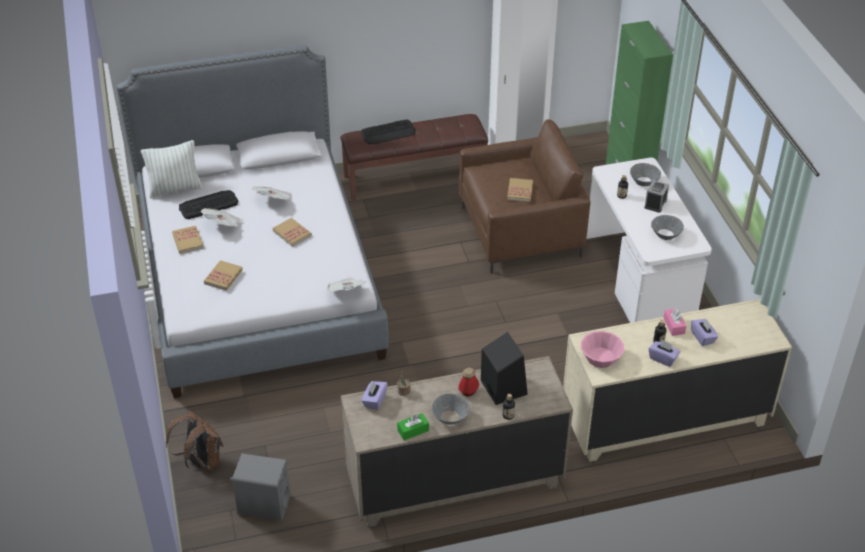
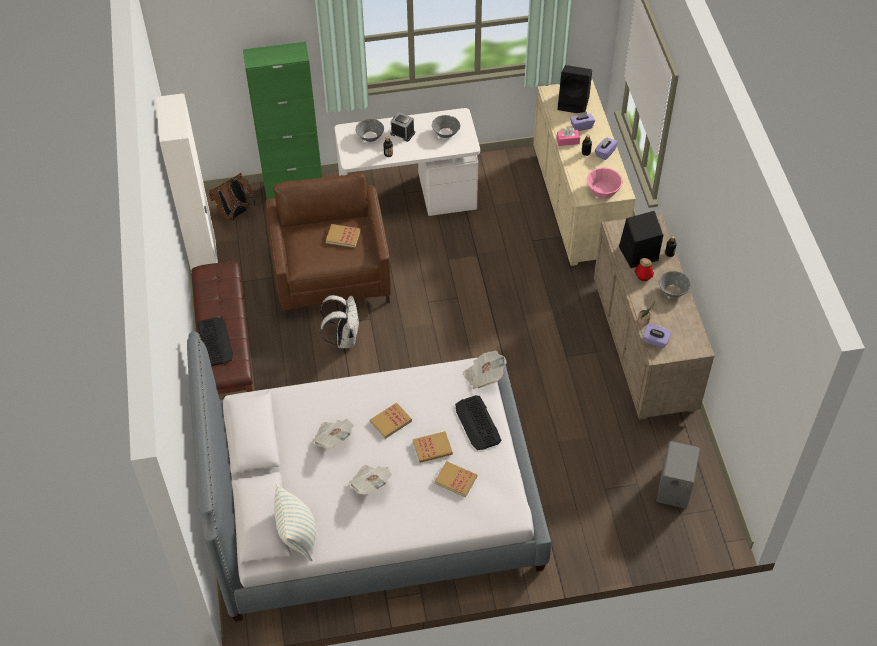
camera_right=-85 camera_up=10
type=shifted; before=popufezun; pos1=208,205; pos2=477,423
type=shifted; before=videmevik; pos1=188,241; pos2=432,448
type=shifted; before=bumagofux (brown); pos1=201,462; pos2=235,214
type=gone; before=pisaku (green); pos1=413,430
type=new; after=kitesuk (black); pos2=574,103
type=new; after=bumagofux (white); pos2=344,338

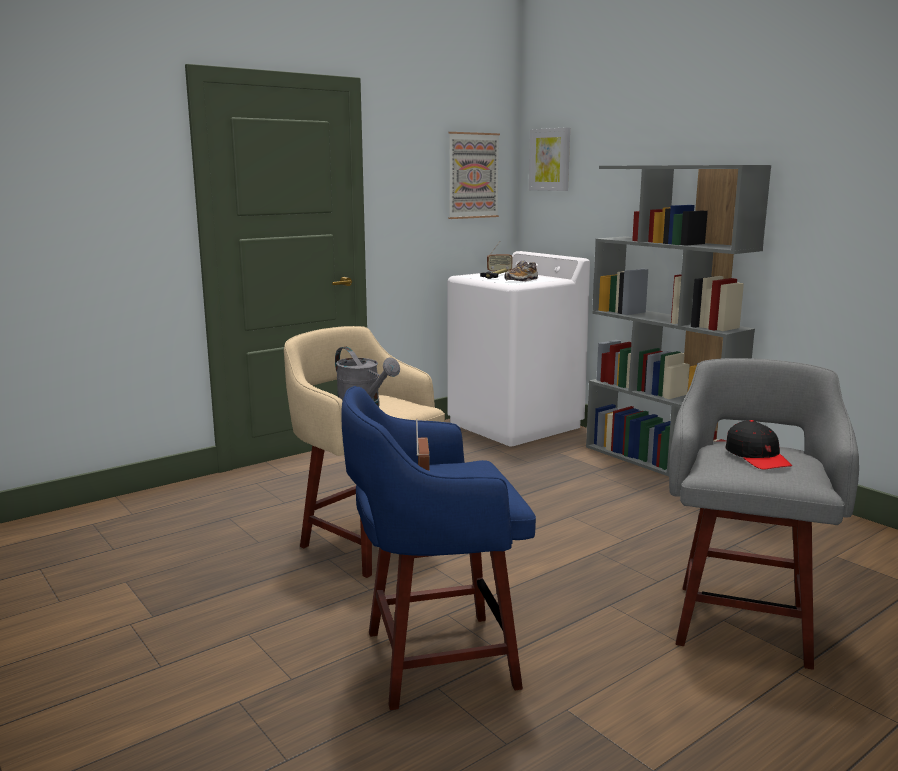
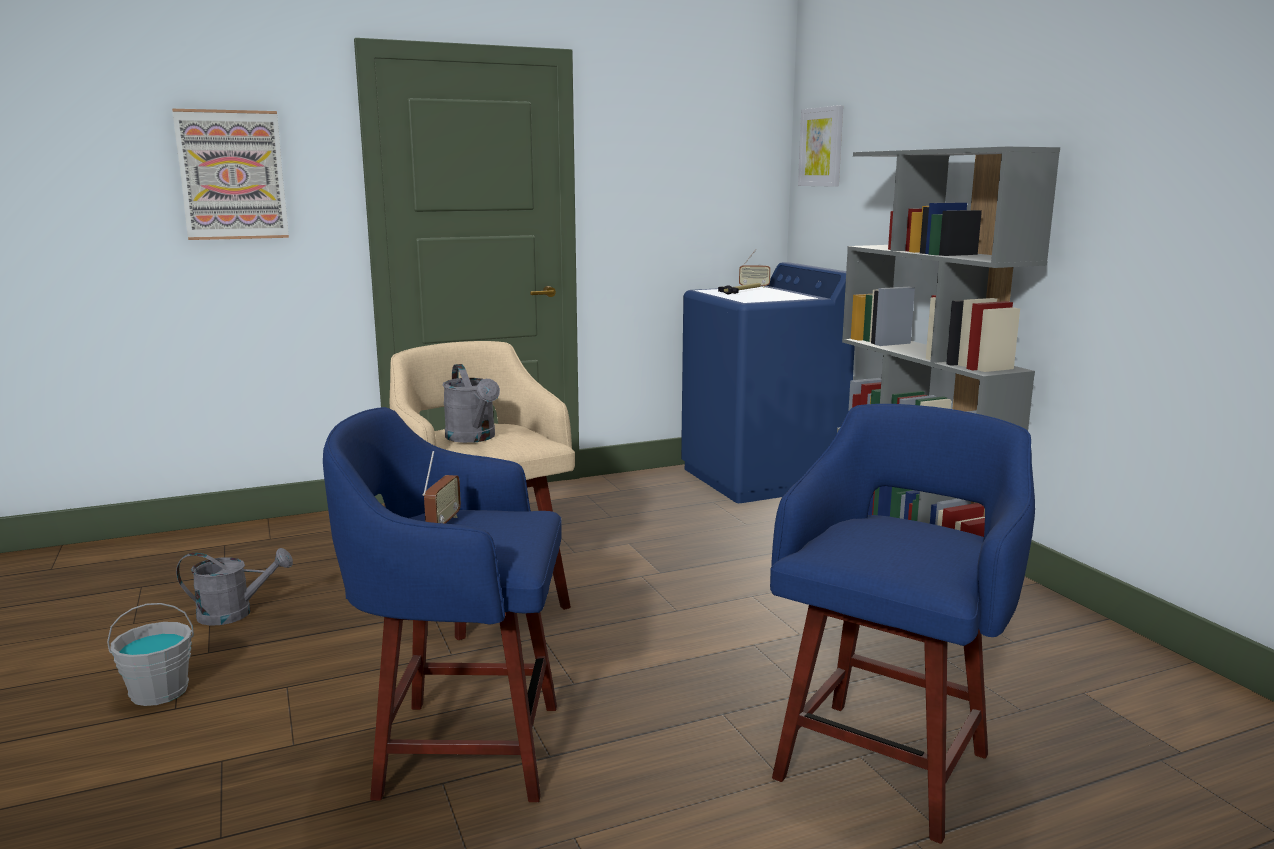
camera_right=15 camera_up=0
type=shifted; before=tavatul; pos1=473,175; pos2=232,175
type=repainted; before=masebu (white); after=masebu (blue); pos1=515,425; pos2=761,478
type=gone; before=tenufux; pos1=521,280
type=repainted; before=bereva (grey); after=bereva (blue); pos1=742,621; pos2=885,761
type=gone; before=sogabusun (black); pos1=757,457
type=new; after=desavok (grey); pos2=235,613
type=new; after=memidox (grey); pos2=159,691

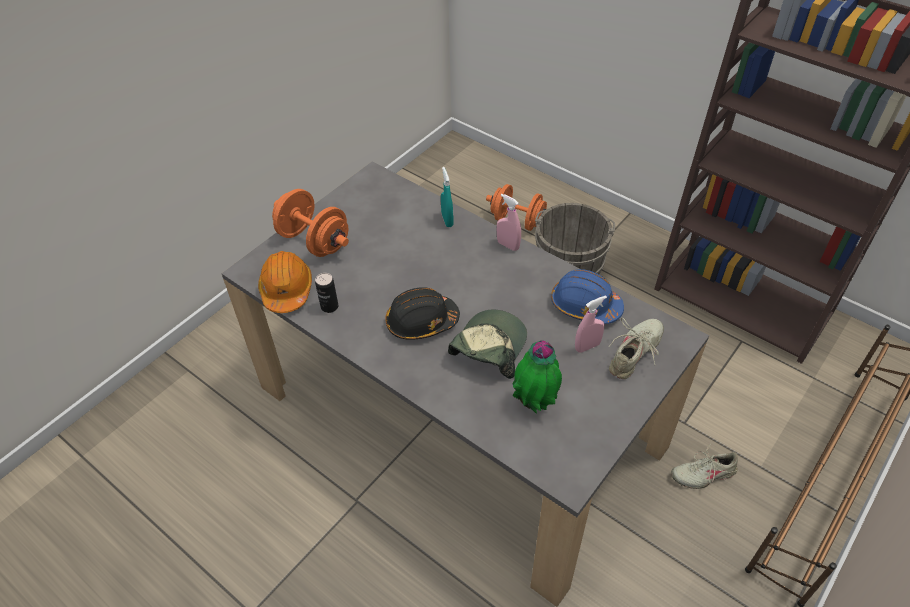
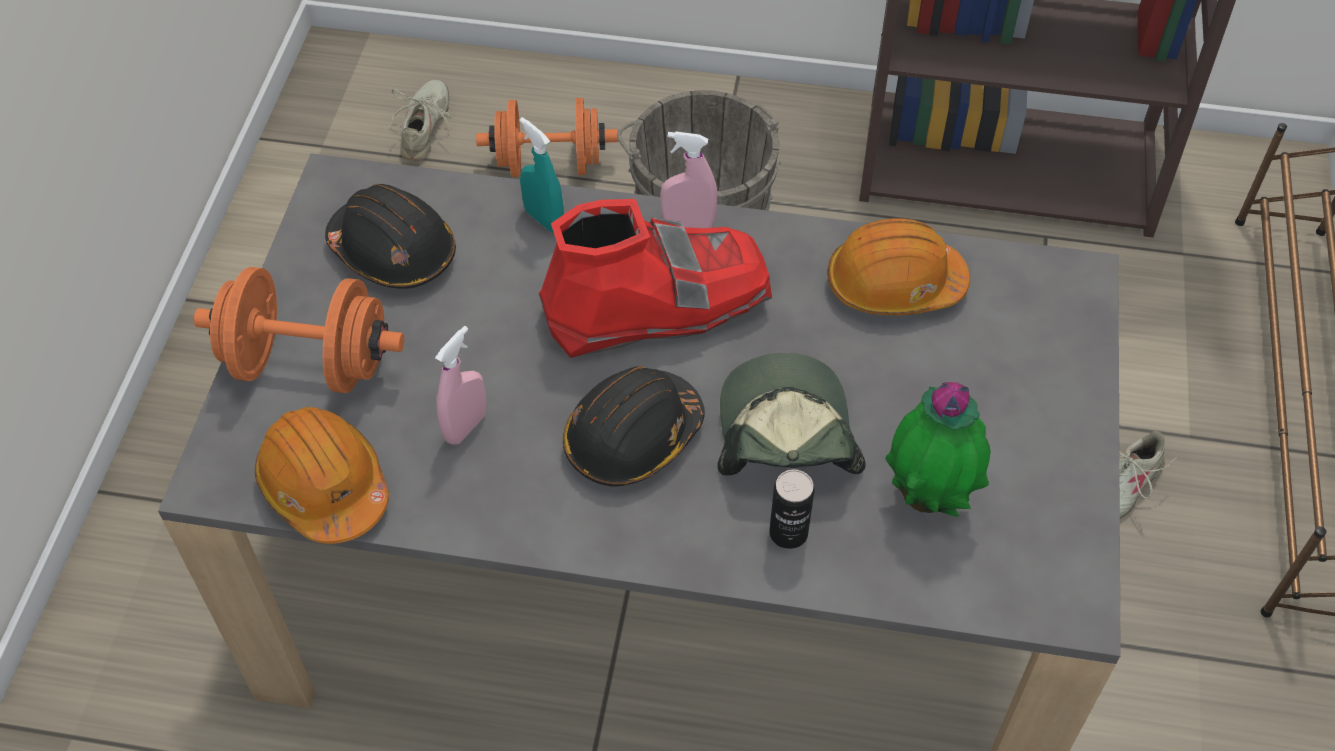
camera_right=-30 camera_up=5
type=repainted; before=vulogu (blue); after=vulogu (orange); pos1=585,306; pos2=894,285
type=shifted; before=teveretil; pos1=329,306; pos2=788,533
type=shifted; before=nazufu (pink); pos1=587,346; pos2=466,427
type=shifted; before=tenufux (beige); pos1=635,353; pos2=425,128
type=new; after=vulogu (black); pos2=393,252
type=new; after=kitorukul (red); pos2=657,304

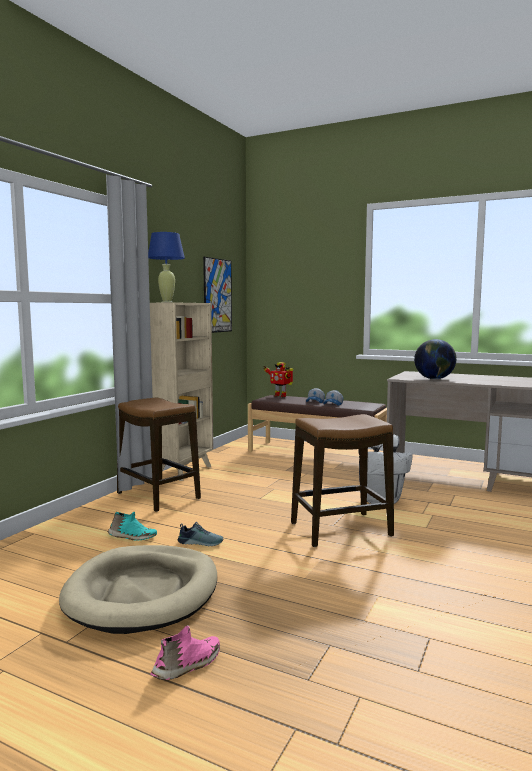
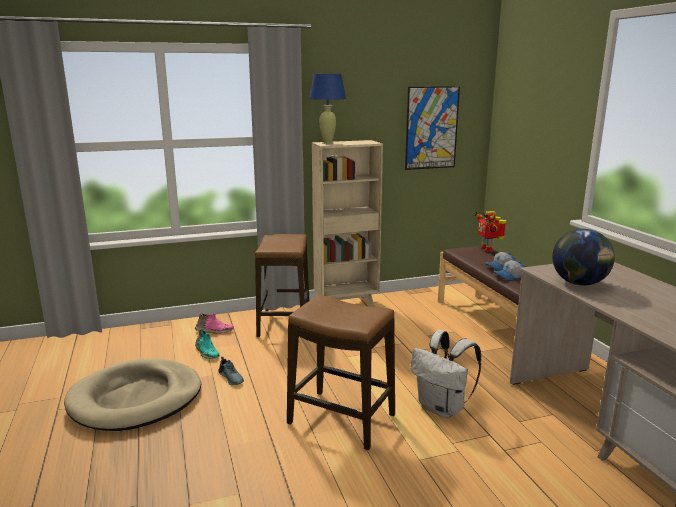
camera_right=45 camera_up=10
type=shifted; before=tenufux (pink); pos1=188,665; pos2=214,331

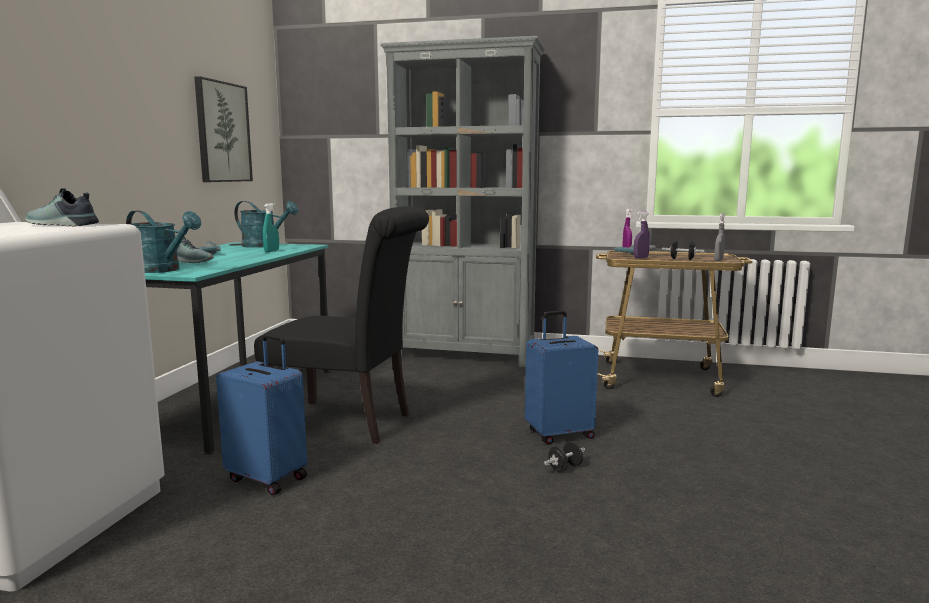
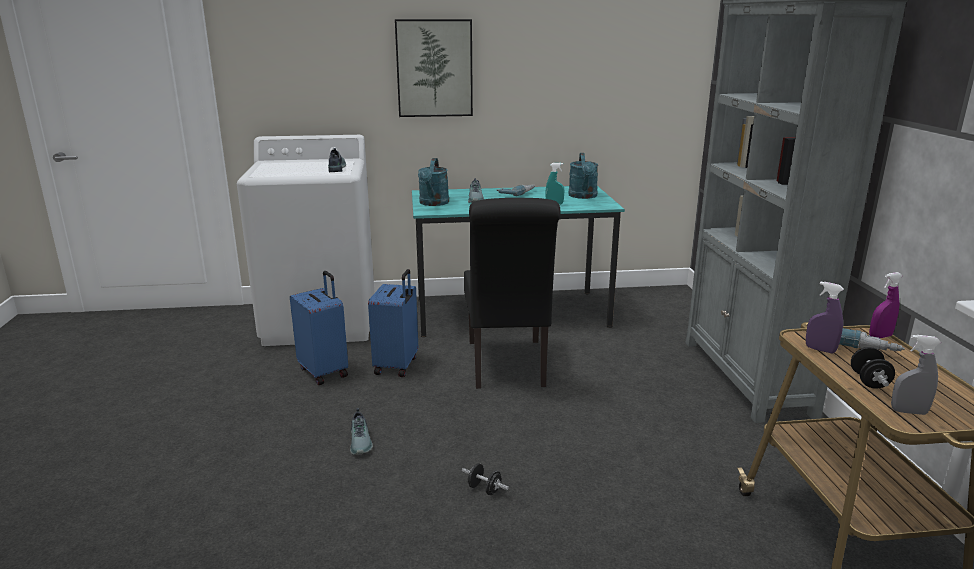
camera_right=70 camera_up=10
type=shifted; before=tavatul; pos1=222,132; pos2=434,68
type=shifted; before=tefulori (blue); pos1=559,434; pos2=324,372
type=new; after=tenufux; pos2=361,441

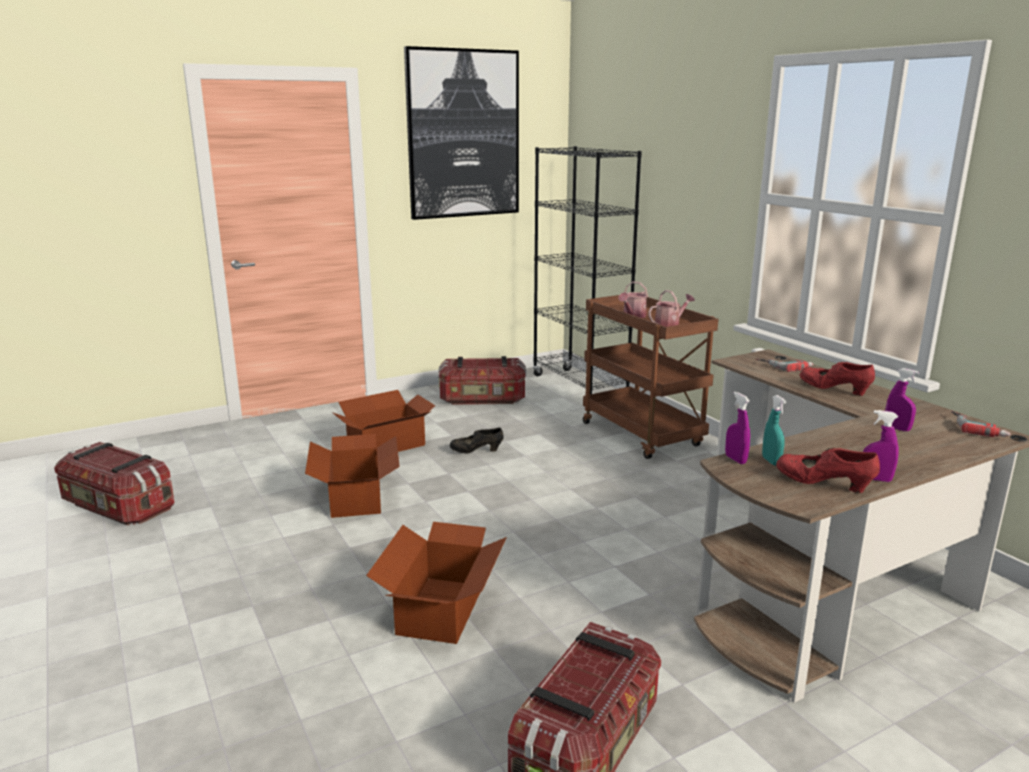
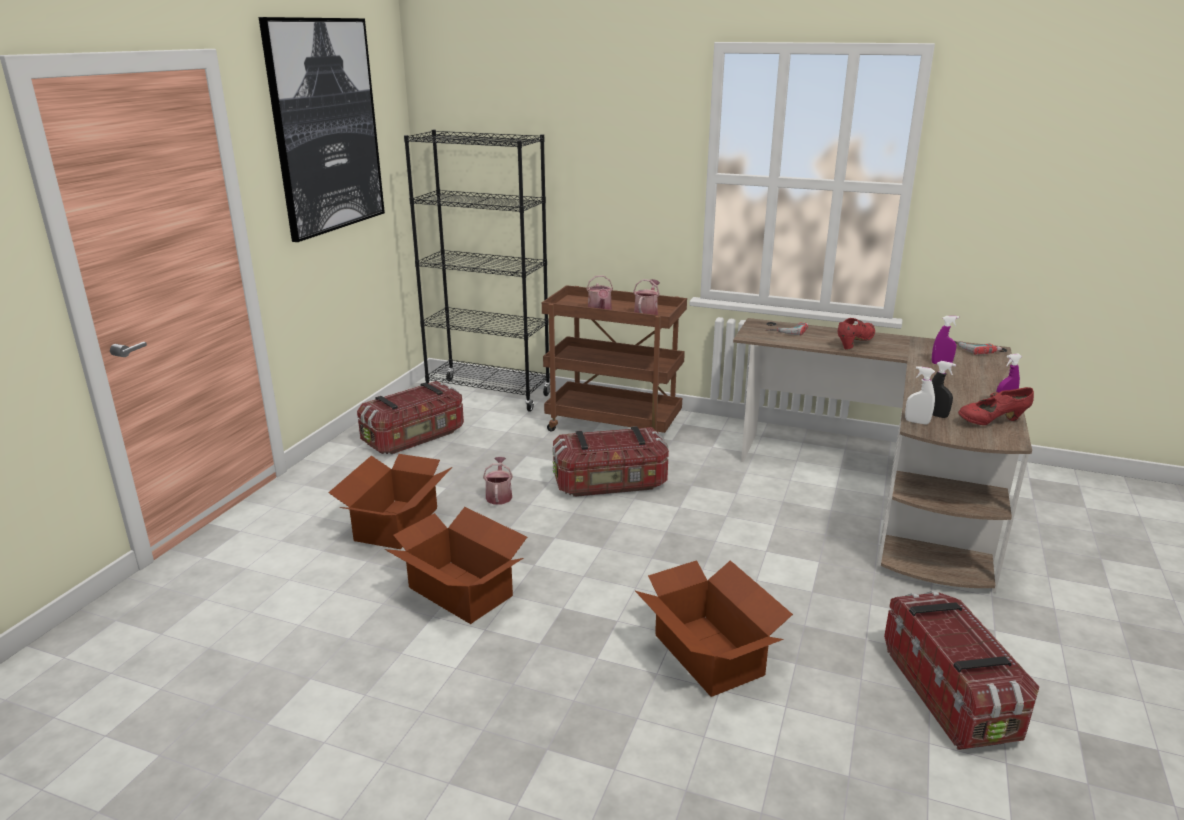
camera_right=-40 camera_up=5
type=rotated; before=tenufux (red); pos1=834,390; pos2=855,343; turn=135
type=repainted; before=nazufu (purple); after=nazufu (white); pos1=735,459; pos2=917,422
type=repainted; before=nazufu (turquoise); after=nazufu (black); pos1=771,461; pos2=936,415
type=swapped; before=tenufux (black); after=desavok; pos1=476,451; pos2=499,495
type=shifted; before=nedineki; pos1=117,507; pos2=610,484

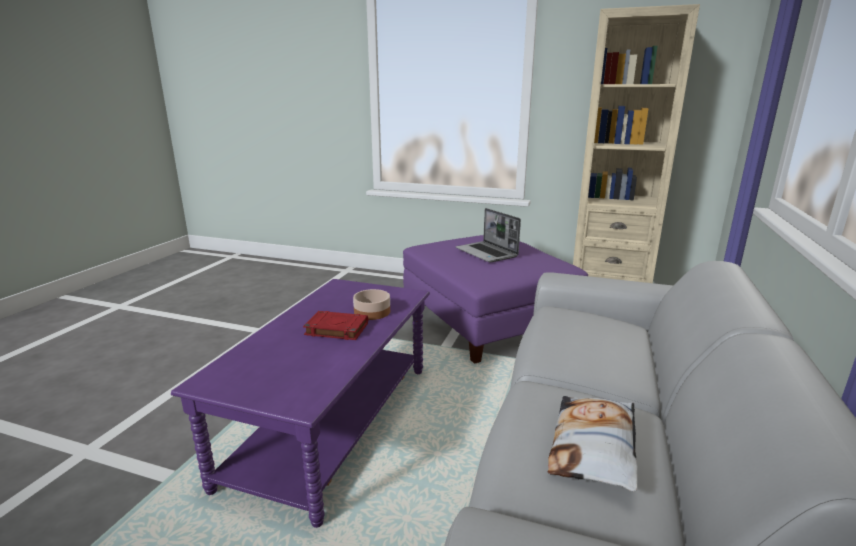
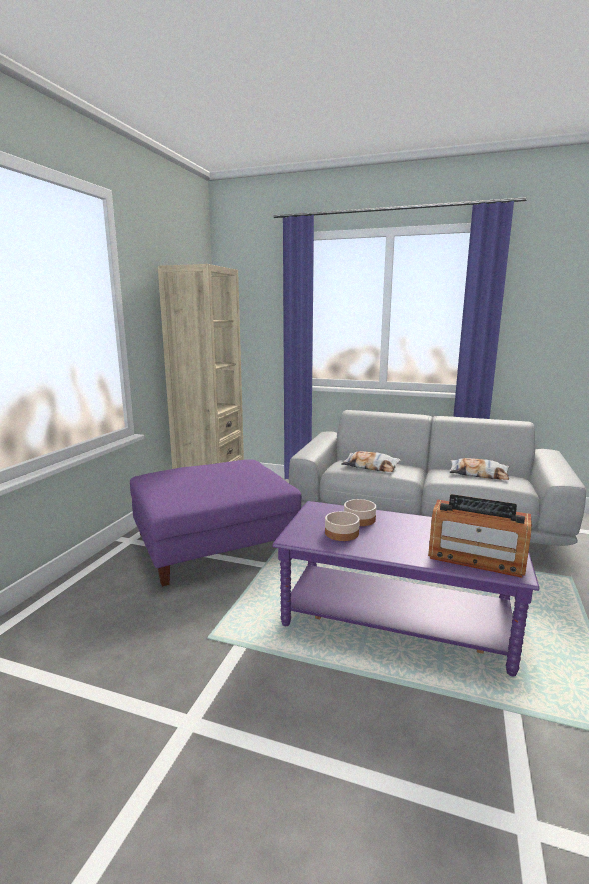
camera_right=-90 camera_up=-5
type=gone; before=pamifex; pos1=487,253
type=gone; before=videmevik (red); pos1=336,329
type=new; after=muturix; pos2=371,466
type=new; after=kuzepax; pos2=476,557
type=new; after=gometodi; pos2=342,533

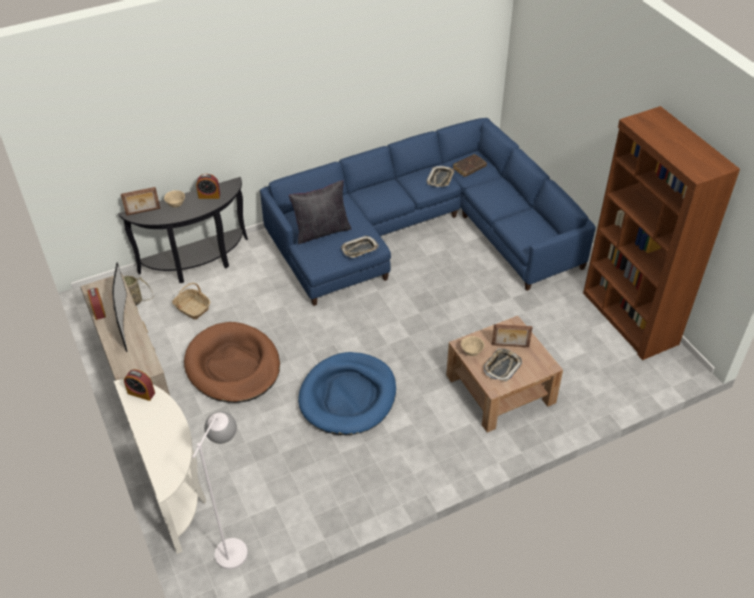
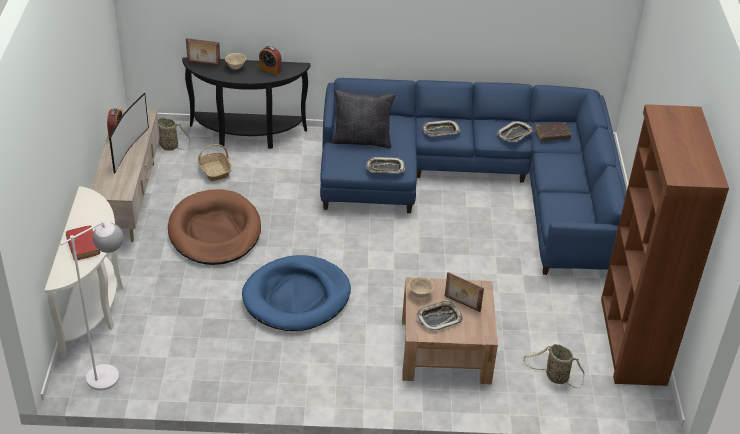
camera_right=25 camera_up=-5
type=gone; before=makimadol; pos1=141,393
type=new; after=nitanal; pos2=440,131
type=new; after=videmevik (red); pos2=83,246
type=new; after=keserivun; pos2=555,376

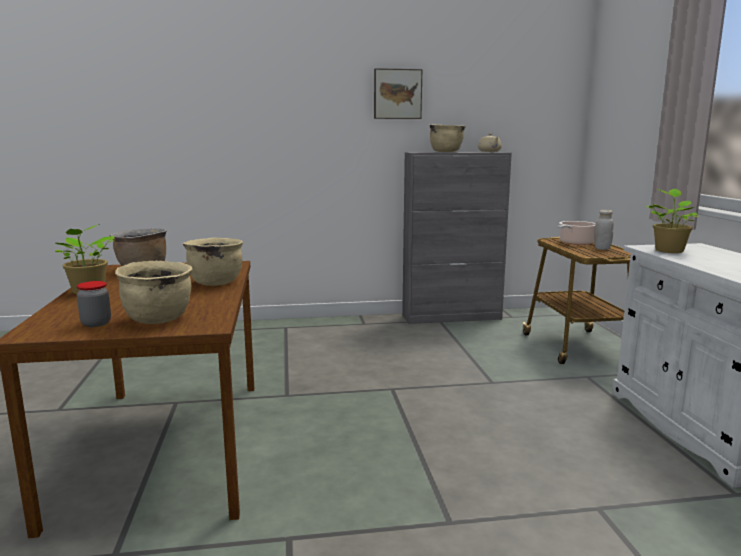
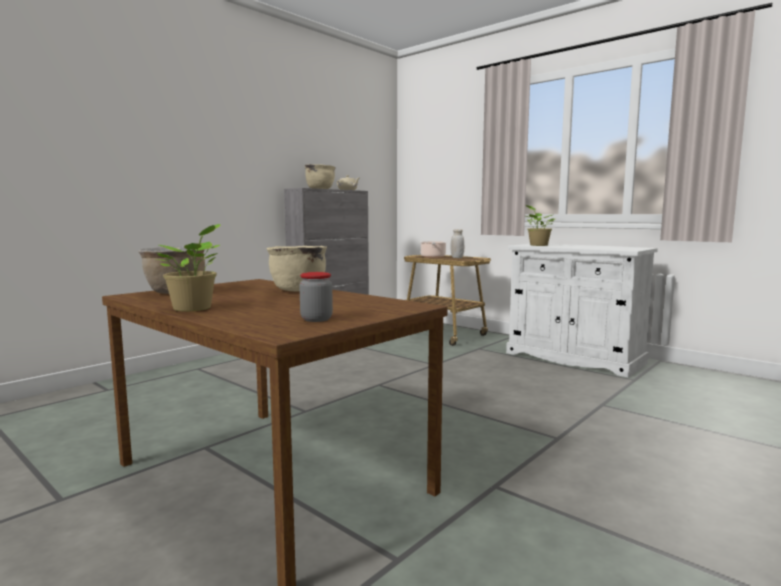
camera_right=-40 camera_up=-5
type=gone; before=tavatul; pos1=397,94
type=gone; before=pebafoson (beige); pos1=159,319

